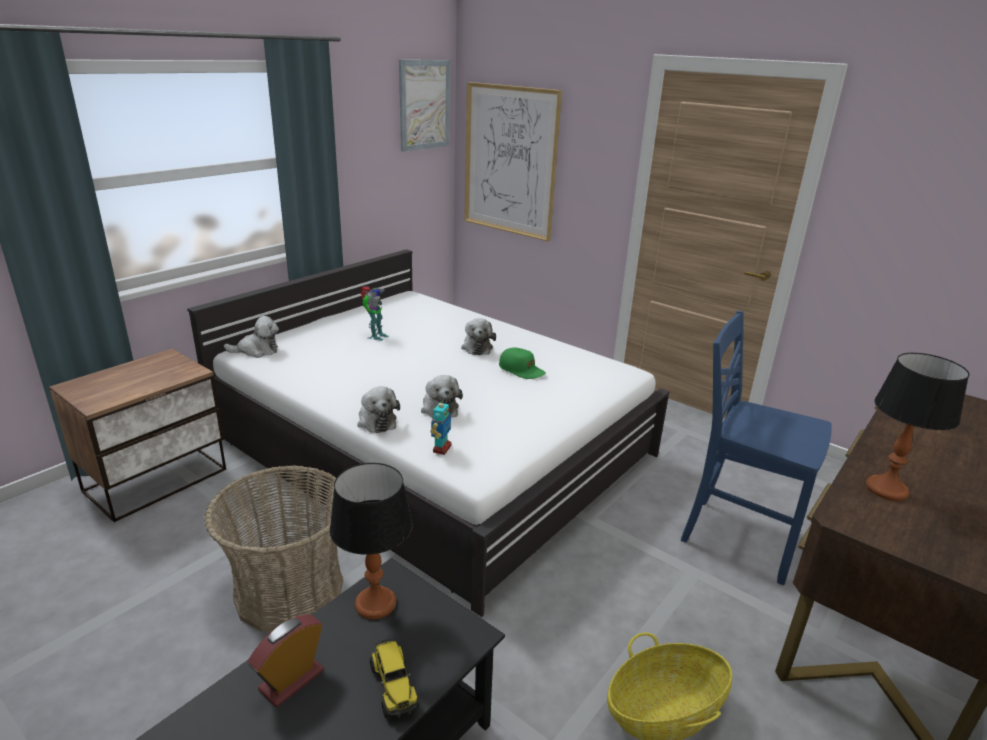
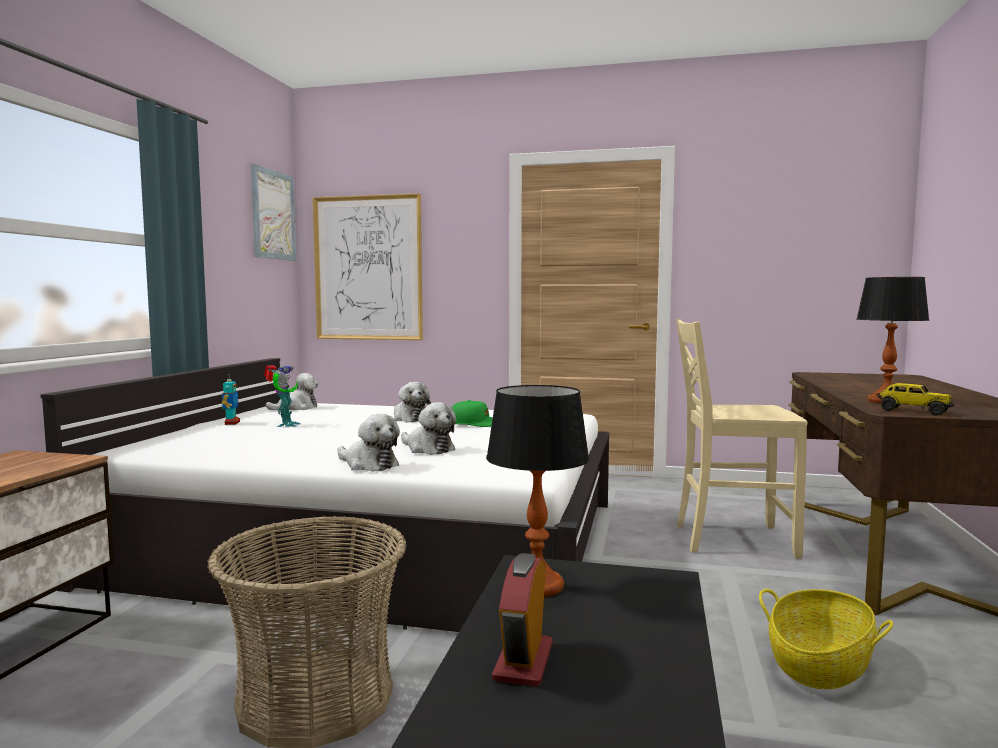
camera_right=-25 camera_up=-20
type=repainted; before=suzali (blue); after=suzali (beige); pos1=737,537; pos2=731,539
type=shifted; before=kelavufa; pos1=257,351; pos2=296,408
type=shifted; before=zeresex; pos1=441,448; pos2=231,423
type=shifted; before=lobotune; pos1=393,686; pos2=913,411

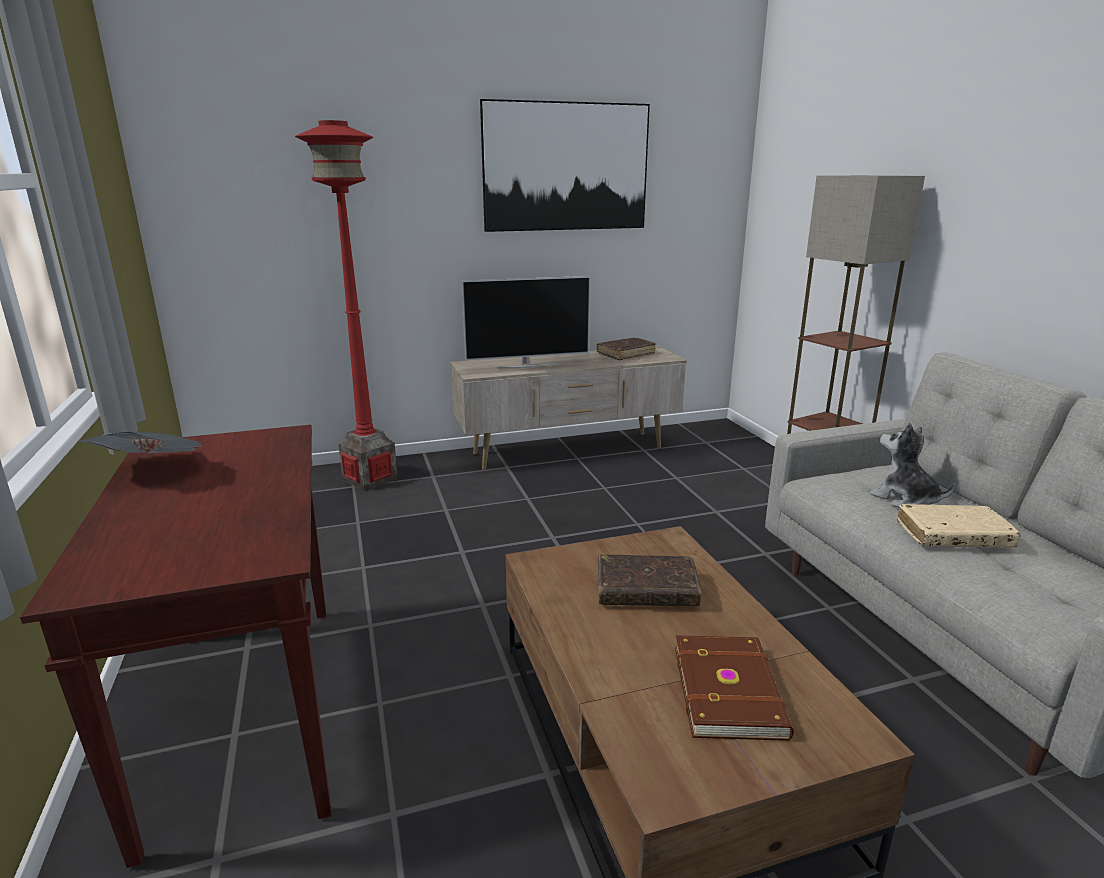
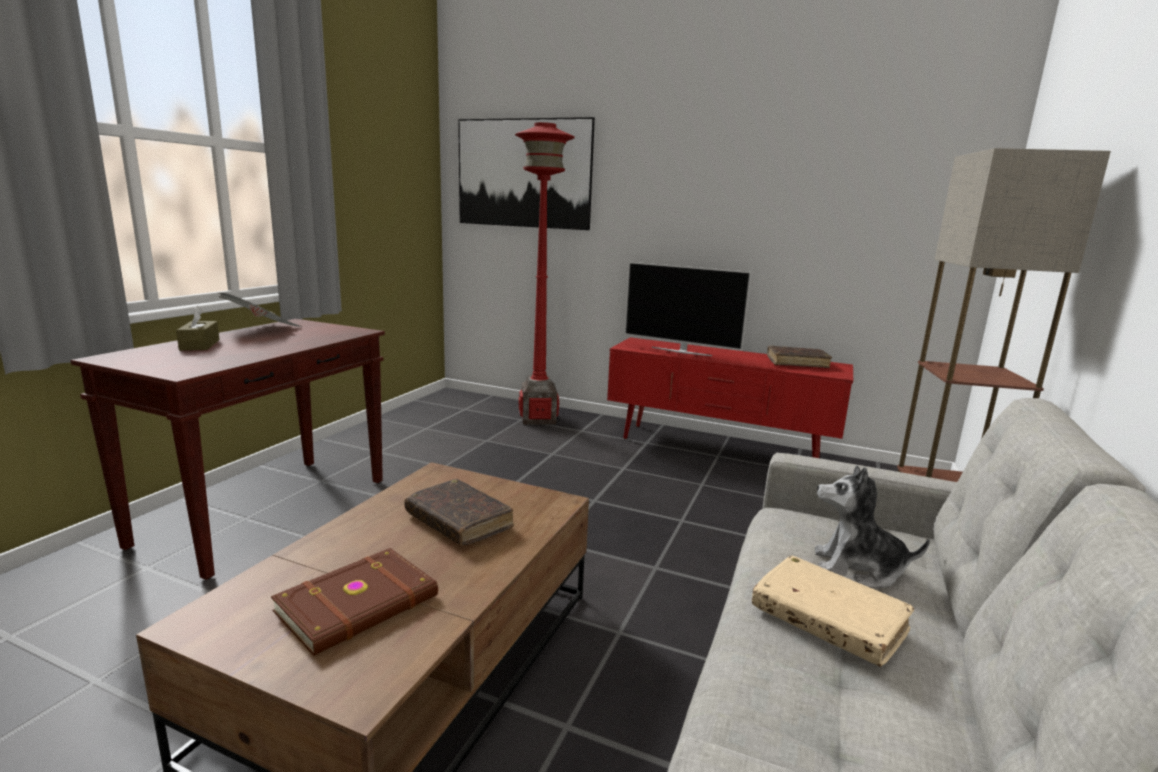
camera_right=40 camera_up=-5
type=shifted; before=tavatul; pos1=566,167; pos2=523,173
type=repainted; before=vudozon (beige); after=vudozon (red); pos1=568,451; pos2=718,448
type=rotated; before=kelavufa; pos1=904,499; pos2=857,569; turn=-75
type=new; after=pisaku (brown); pos2=200,345

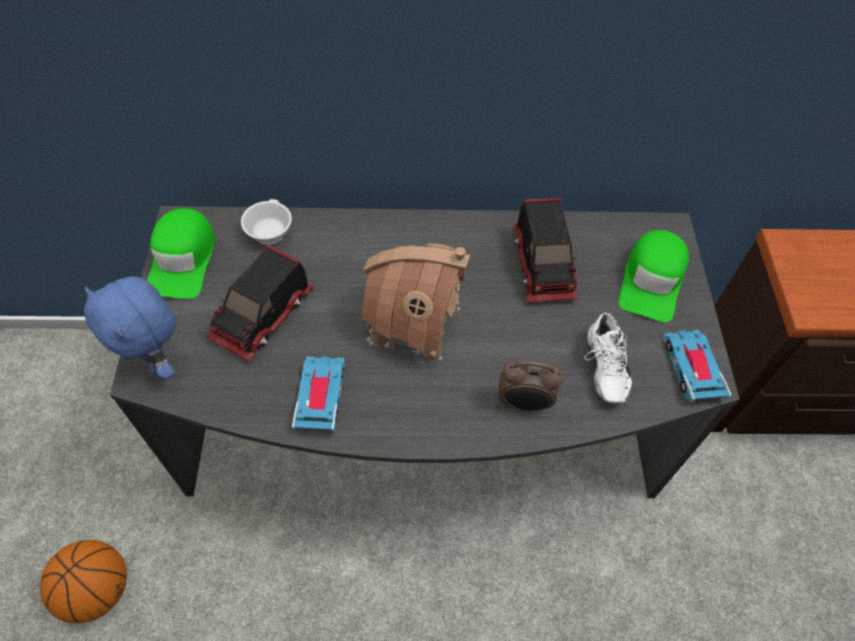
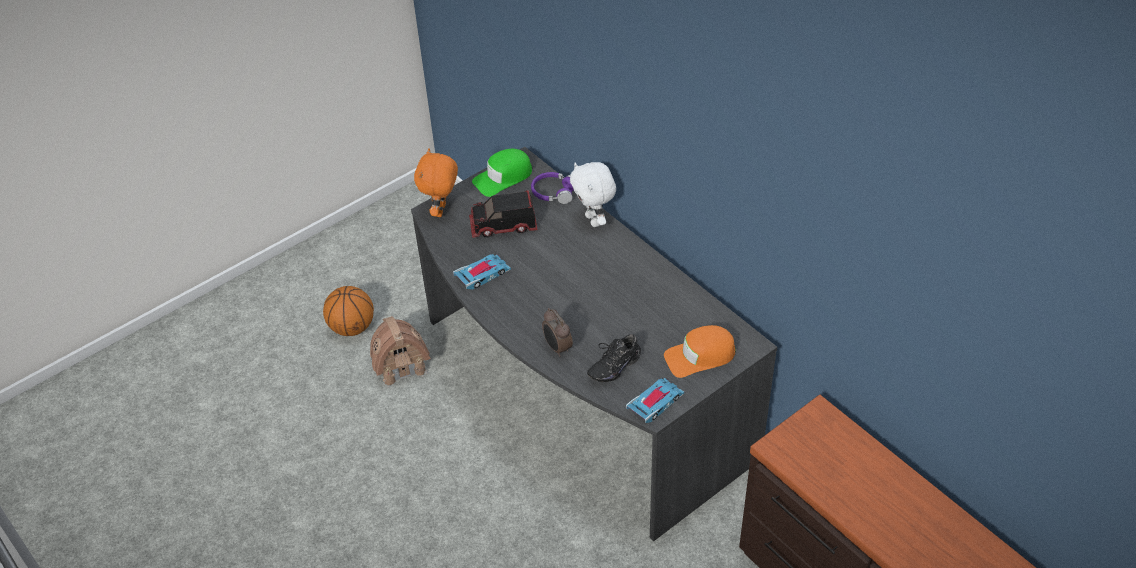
camera_right=55 camera_up=-10
type=gone; before=lobotune; pos1=544,265
type=swapped; before=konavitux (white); after=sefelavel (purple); pos1=268,232; pos2=553,192
type=repainted; before=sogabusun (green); after=sogabusun (orange); pos1=652,280; pos2=700,356
type=shifted; before=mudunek; pos1=415,322; pos2=401,366
type=repainted; before=kelavufa (blue); after=kelavufa (orange); pos1=157,362; pos2=441,211
type=repainted; before=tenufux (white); after=tenufux (black); pos1=601,368; pos2=613,366
type=new; after=kelavufa (white); pos2=594,220

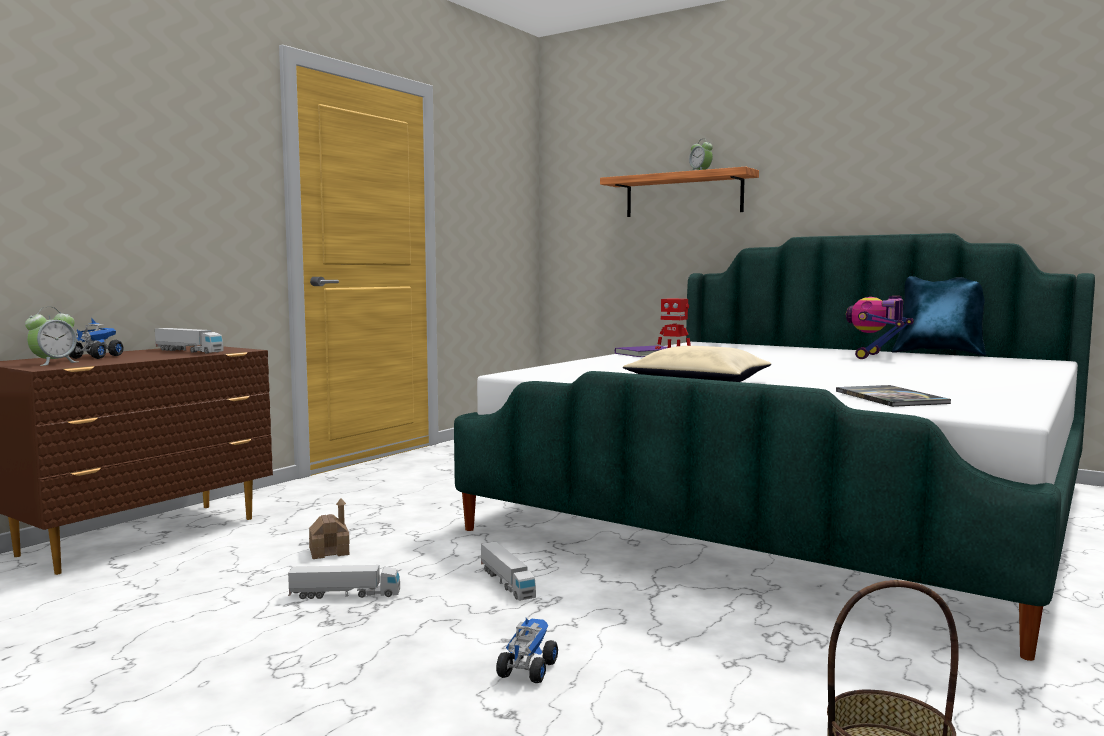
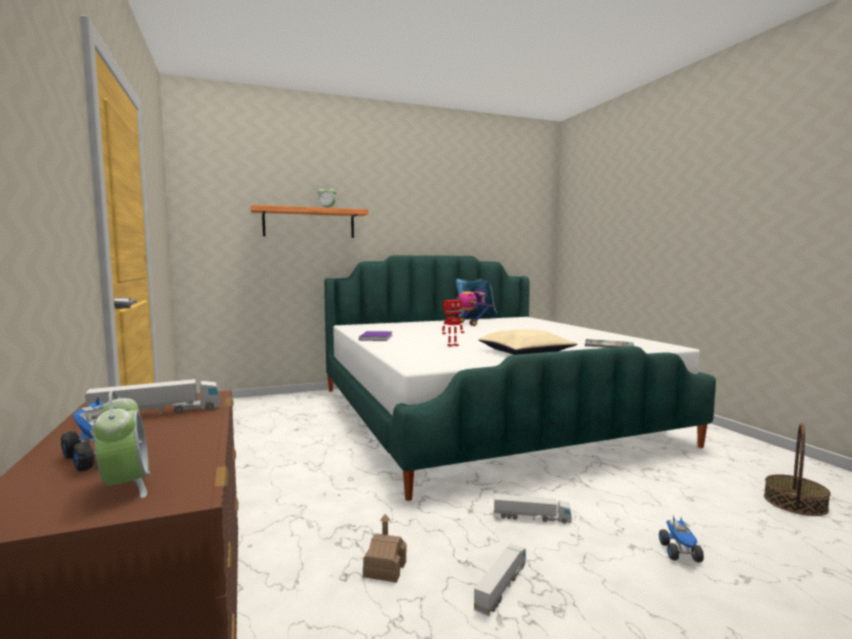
camera_right=-55 camera_up=0
type=rotated; before=lobotune; pos1=527,669; pos2=680,553; turn=-135

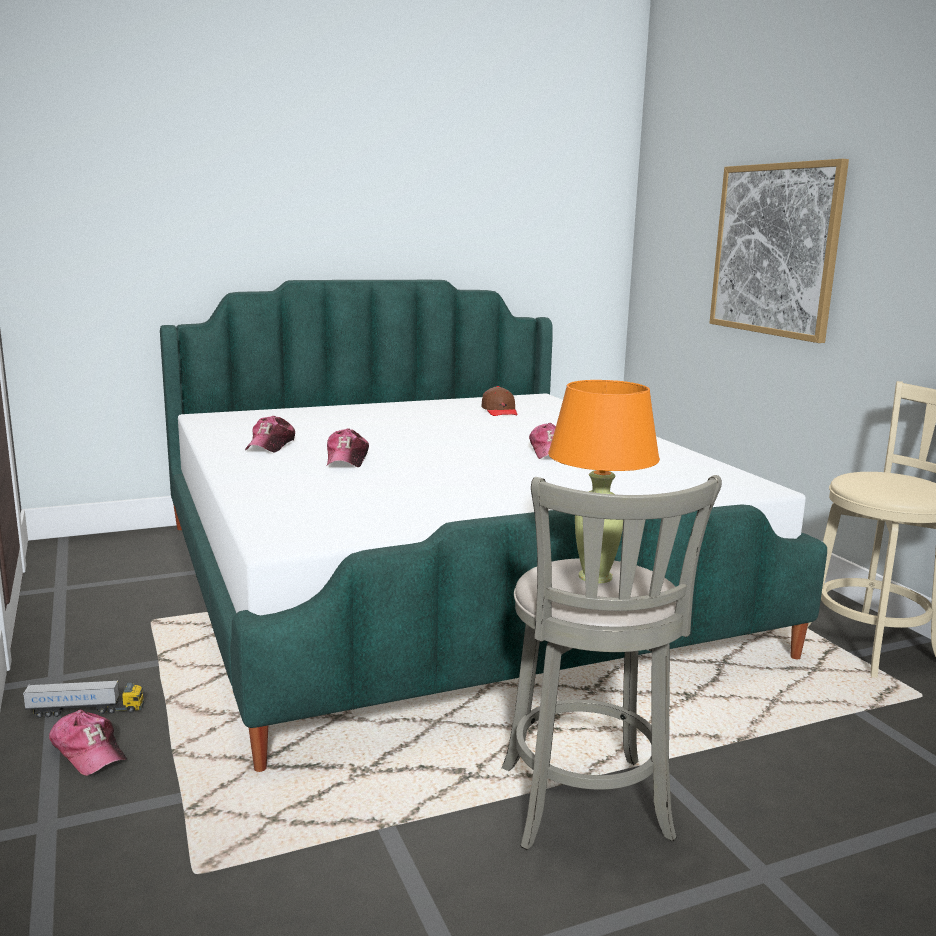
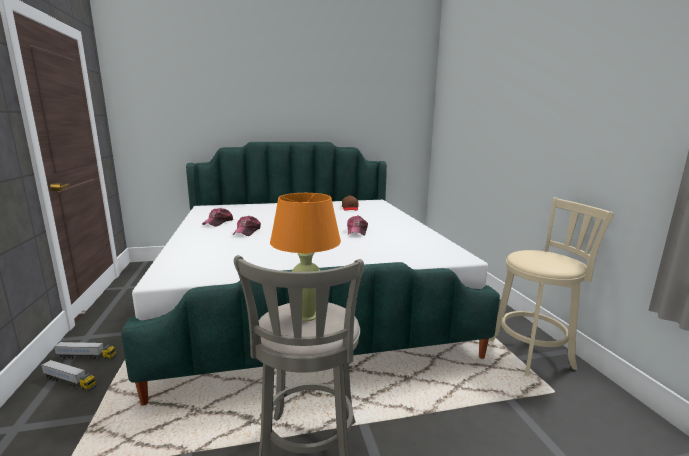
camera_right=10 camera_up=0
type=gone; before=tavatul; pos1=775,250
type=swapped; before=sogabusun; after=lobotune; pos1=89,751; pos2=70,382

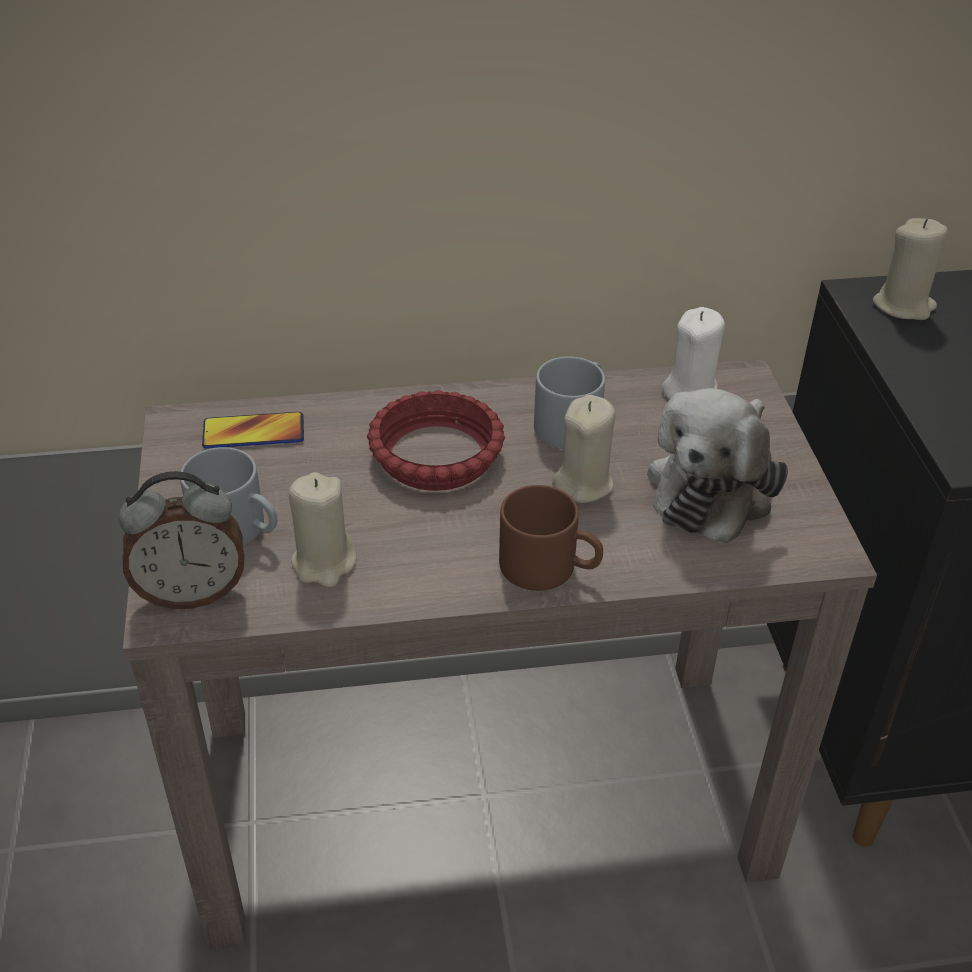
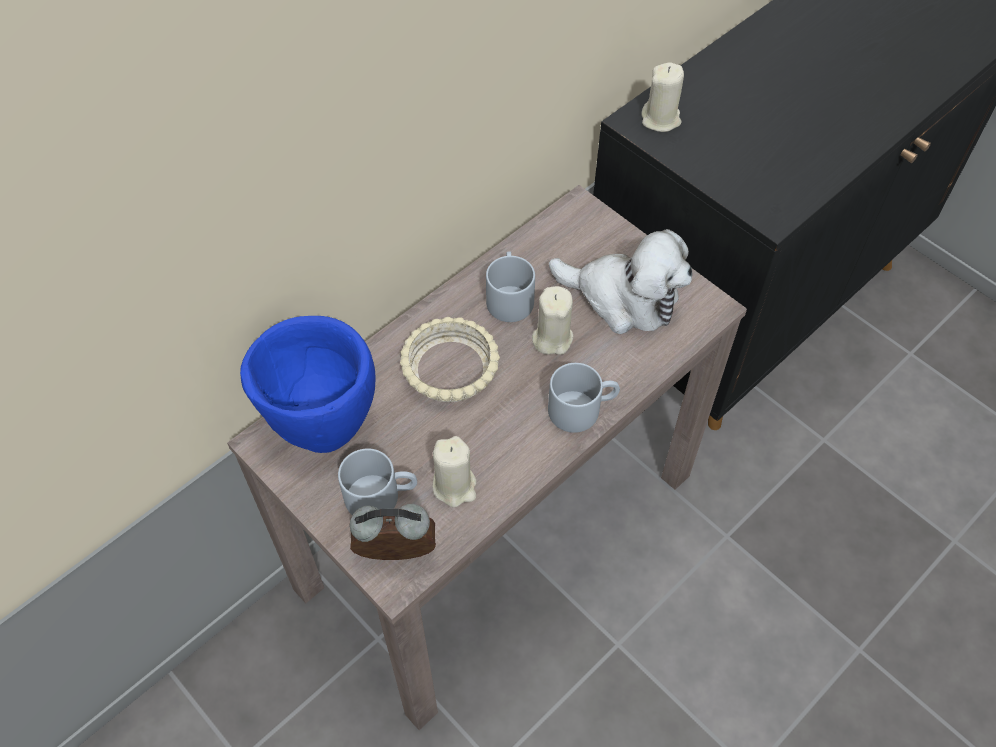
camera_right=-35 camera_up=15
type=gone; before=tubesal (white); pos1=690,390
type=rotated; before=kelavufa; pos1=714,486; pos2=623,298; turn=-60
type=repainted; before=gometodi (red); after=gometodi (beige); pos1=435,454; pos2=449,368
type=swapped; before=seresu; after=gometodi (blue); pos1=253,432; pos2=321,419
type=rotated; before=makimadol; pos1=192,592; pos2=396,556; turn=-135
type=repainted; before=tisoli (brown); after=tisoli (grey); pos1=550,567; pos2=582,408

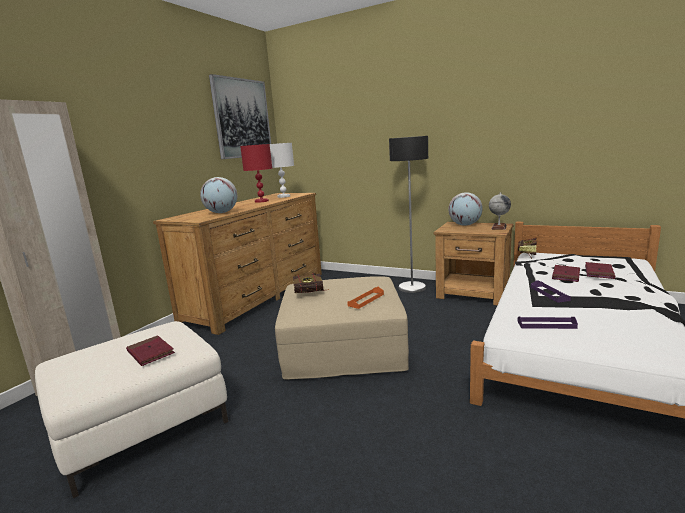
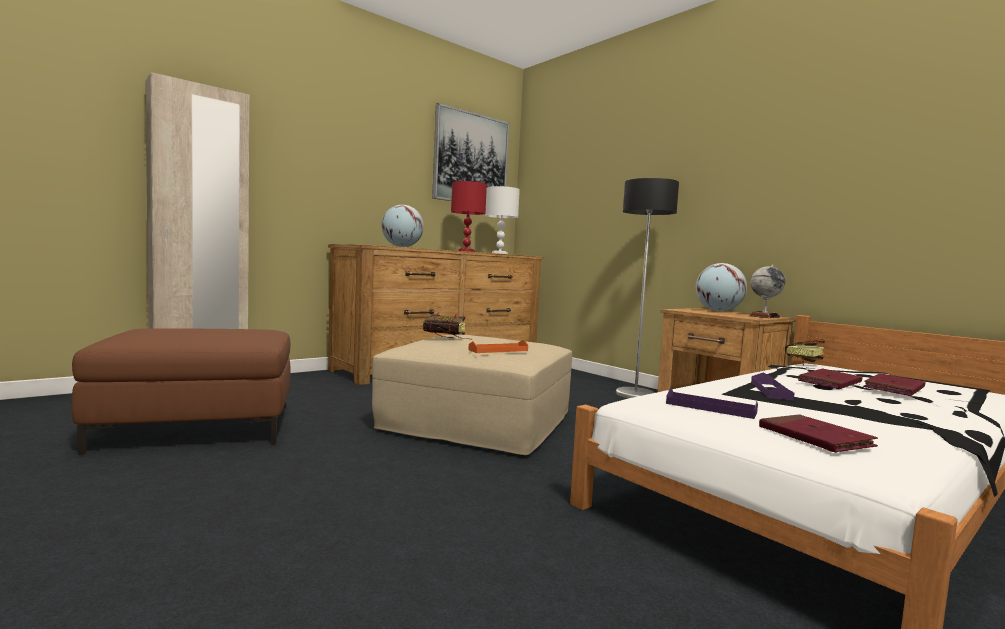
camera_right=20 camera_up=-10
type=repainted; before=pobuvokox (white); after=pobuvokox (brown); pos1=143,426; pos2=199,427
type=shifted; before=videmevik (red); pos1=150,353; pos2=814,438

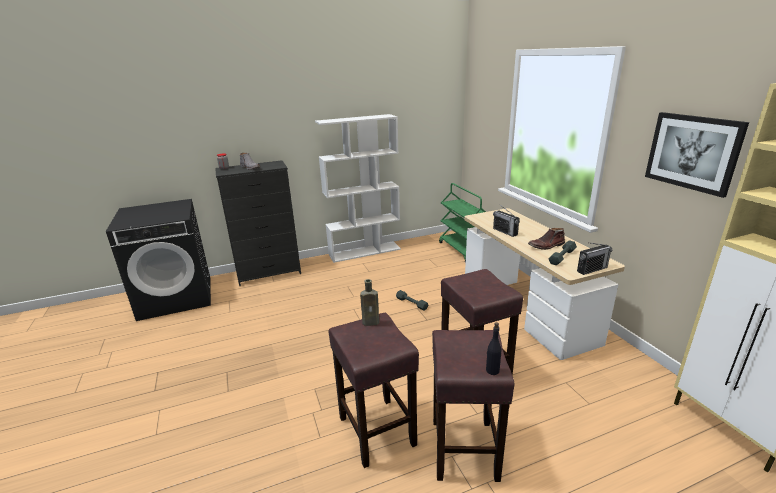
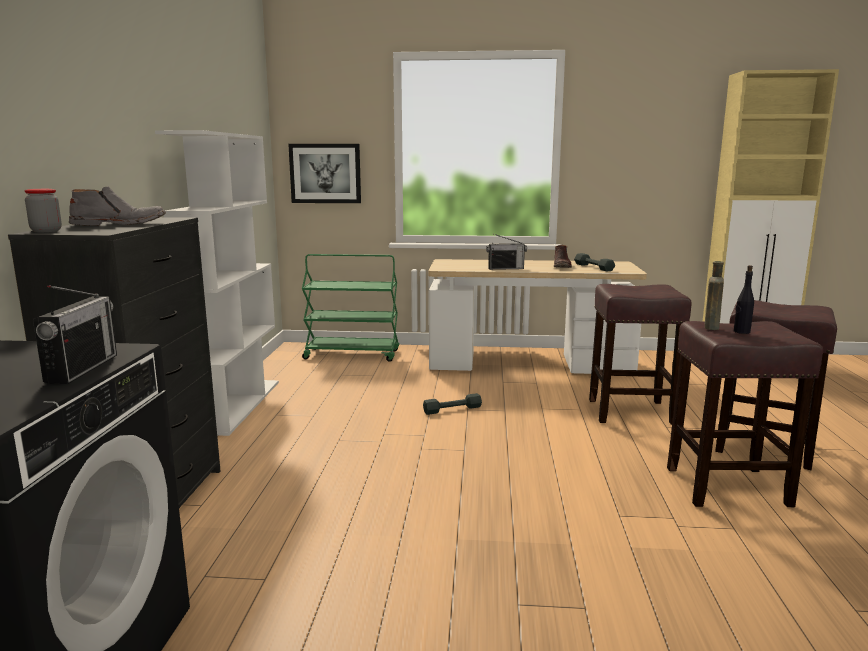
camera_right=-65 camera_up=-10
type=shifted; before=tavatul; pos1=692,152; pos2=325,173
type=shifted; before=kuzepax; pos1=592,269; pos2=82,369
type=shifted; before=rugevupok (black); pos1=492,370; pos2=741,332

